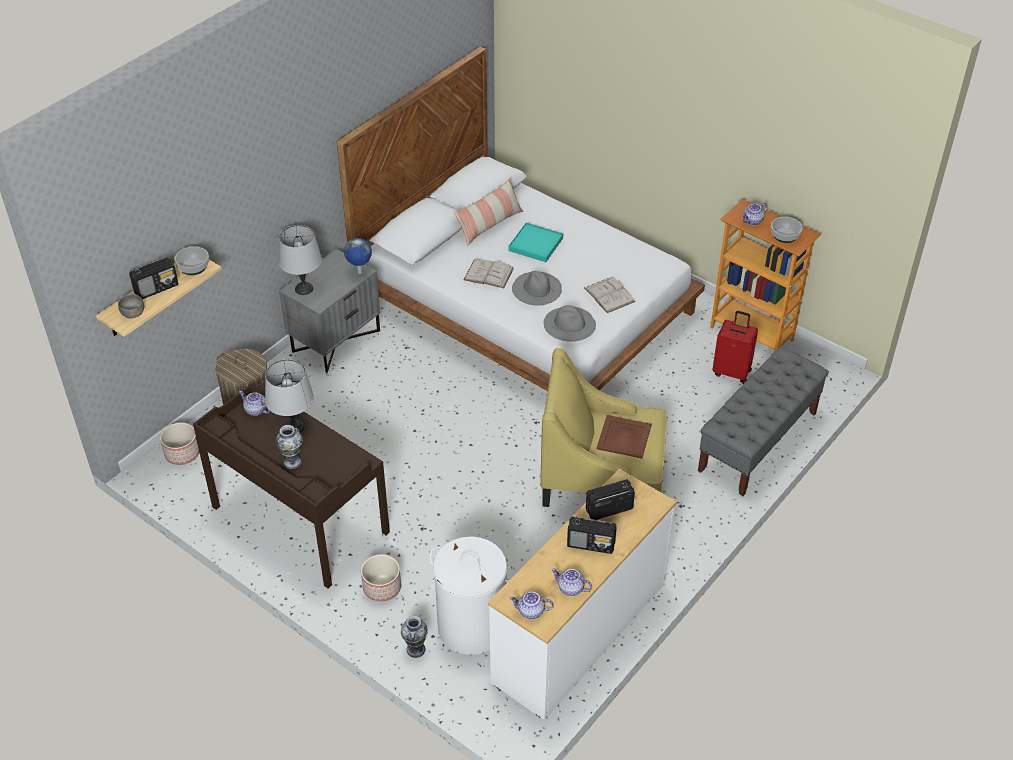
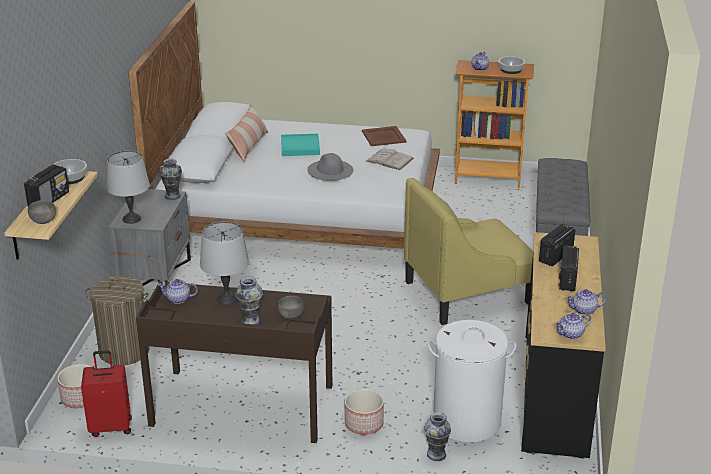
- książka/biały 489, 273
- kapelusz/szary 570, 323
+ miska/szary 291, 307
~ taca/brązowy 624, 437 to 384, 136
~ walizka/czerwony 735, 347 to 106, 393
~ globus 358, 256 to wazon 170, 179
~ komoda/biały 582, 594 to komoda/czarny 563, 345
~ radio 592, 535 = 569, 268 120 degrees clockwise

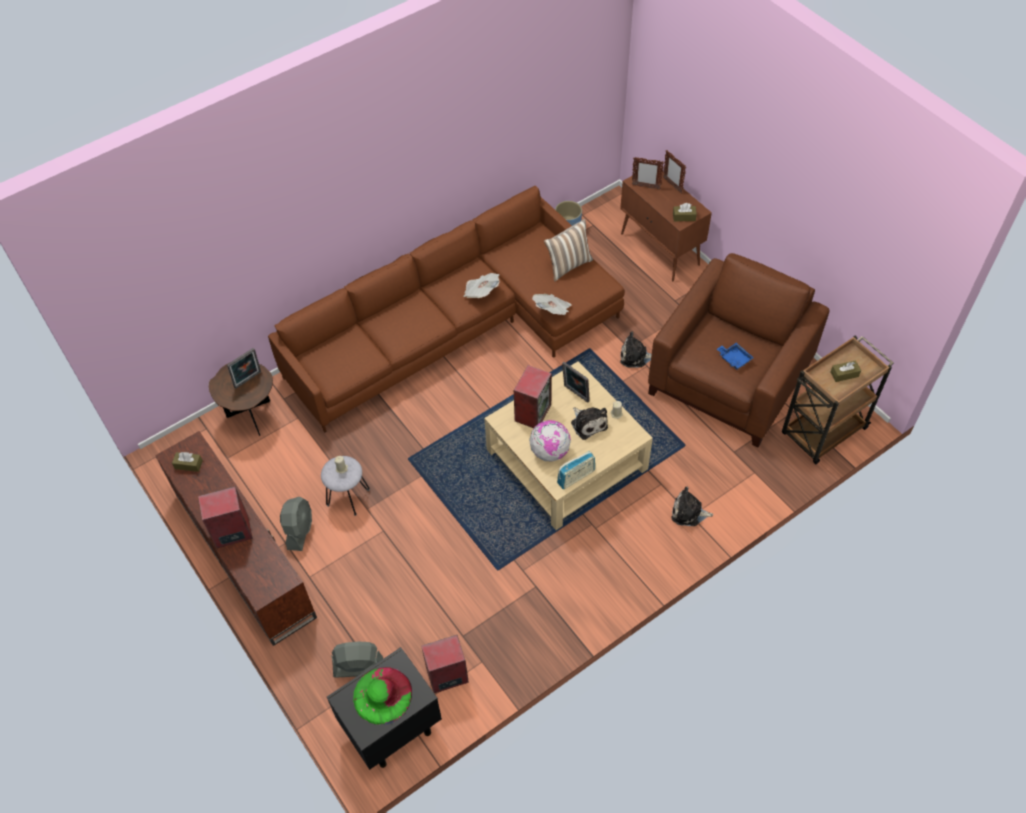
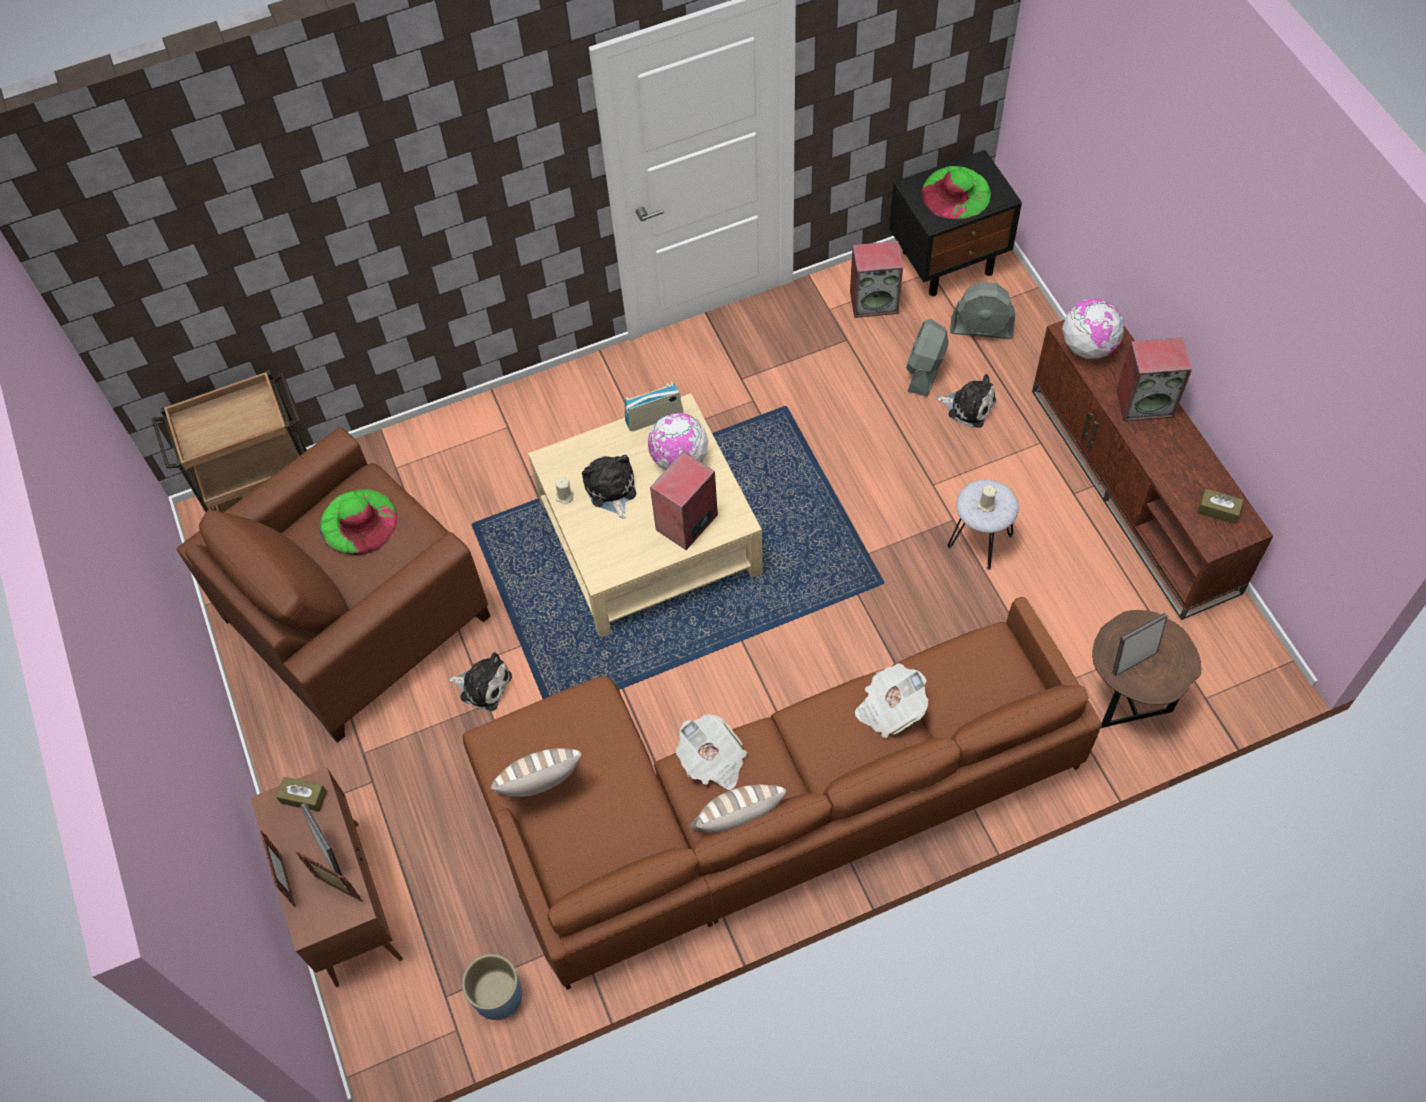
- pudełko chusteczek/brązowy 846, 371
+ poduszka 737, 809
+ globus 1093, 329
~ wentylator/szary 296, 524 to 927, 357
~ gazeta 552, 304 to 891, 701
~ ramka na zdjęcie 576, 382 to 322, 839
~ pluszak 692, 506 to 966, 401
~ taca/niebieski 735, 356 to kapelusz/zielony 358, 522

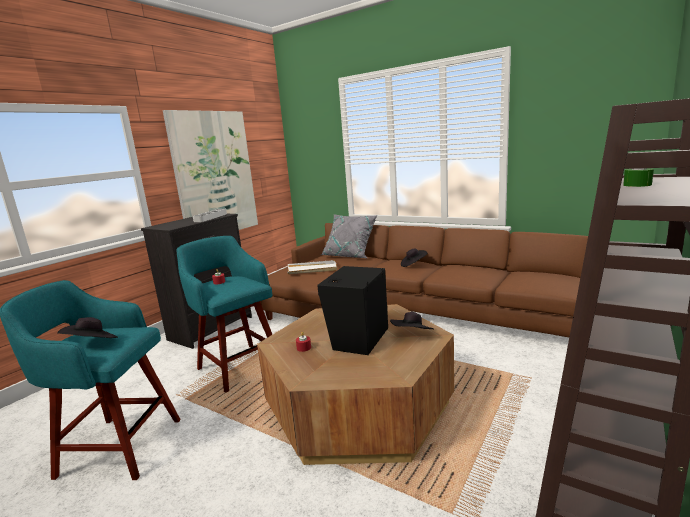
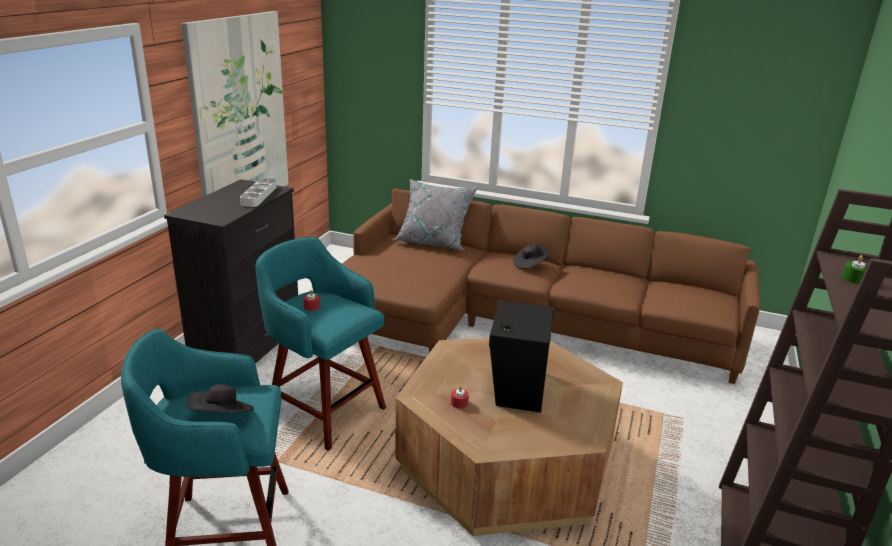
- taca/biały 312, 267
- kapelusz/czarny 412, 320

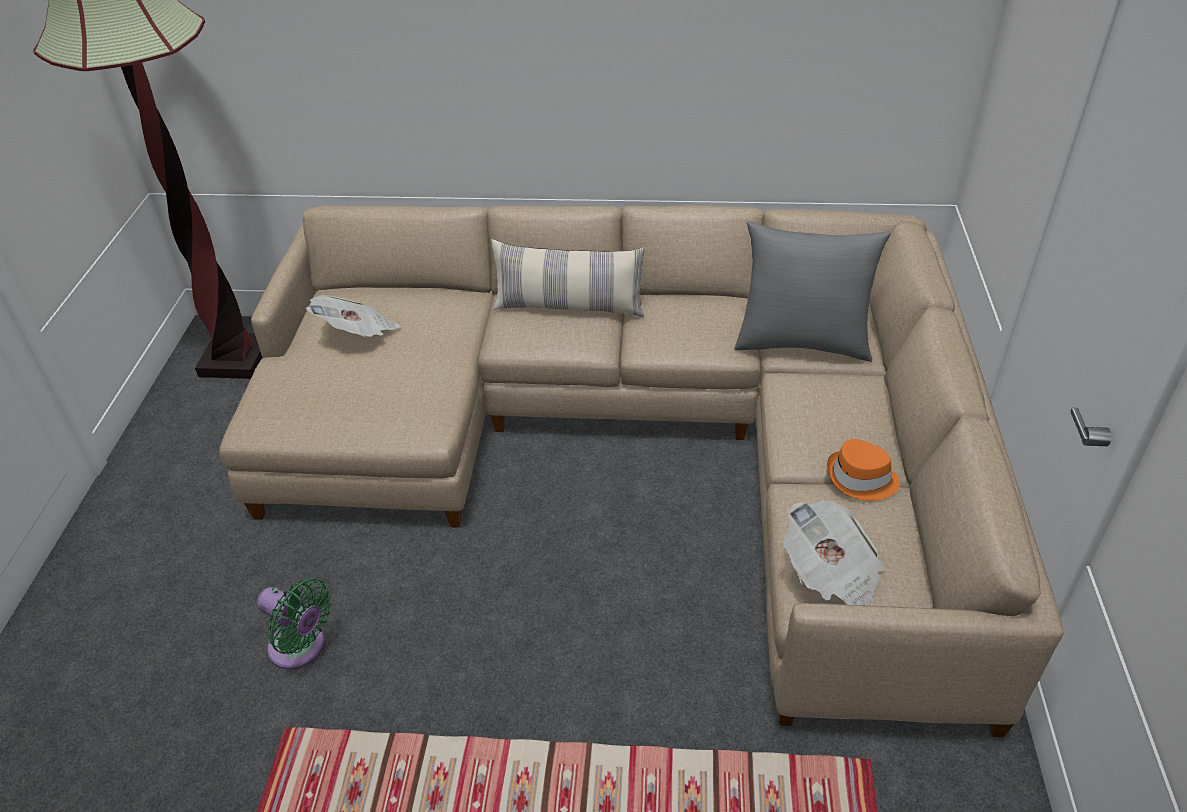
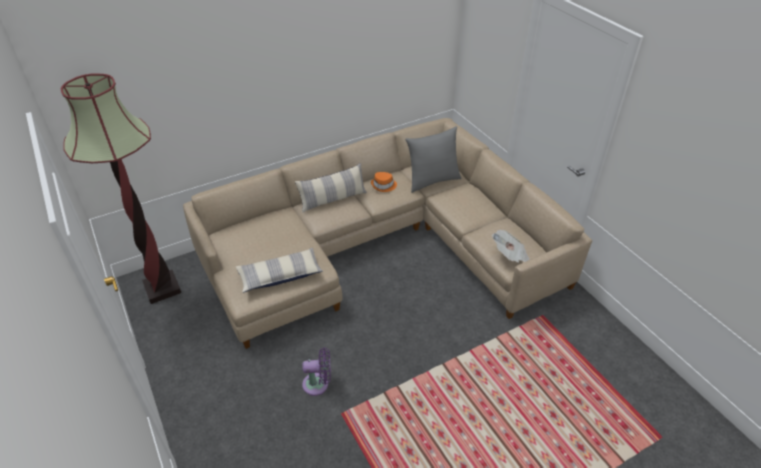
- gazeta 353, 316
+ poduszka 279, 270
~ kapelusz/pomarańczowy 863, 470 to 384, 182
~ wentylator/zielony 294, 624 to wentylator/fioletowy 316, 371

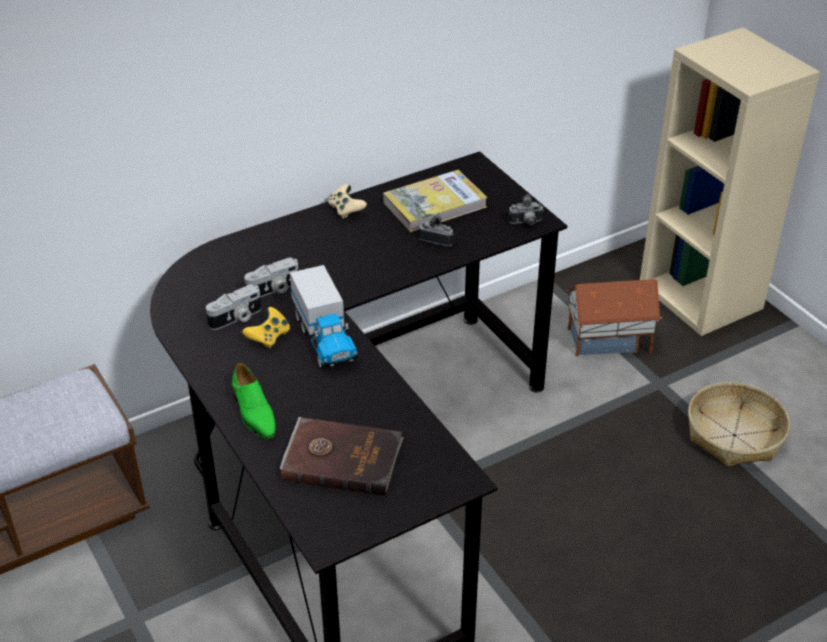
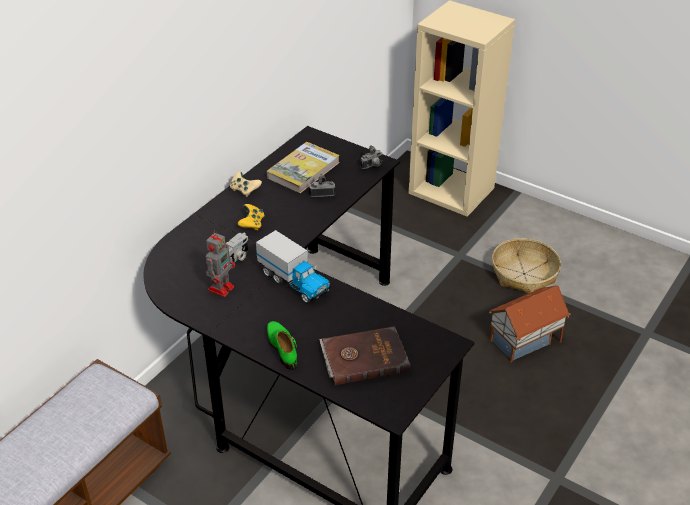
~ pad do gier/żółty 266, 328 to 250, 217
~ domek 614, 317 to 530, 324
~ aparat fotograficzny 233, 307 to robot zabawkowy 220, 263
~ but/zielony 254, 401 = 282, 345 150 degrees counterclockwise

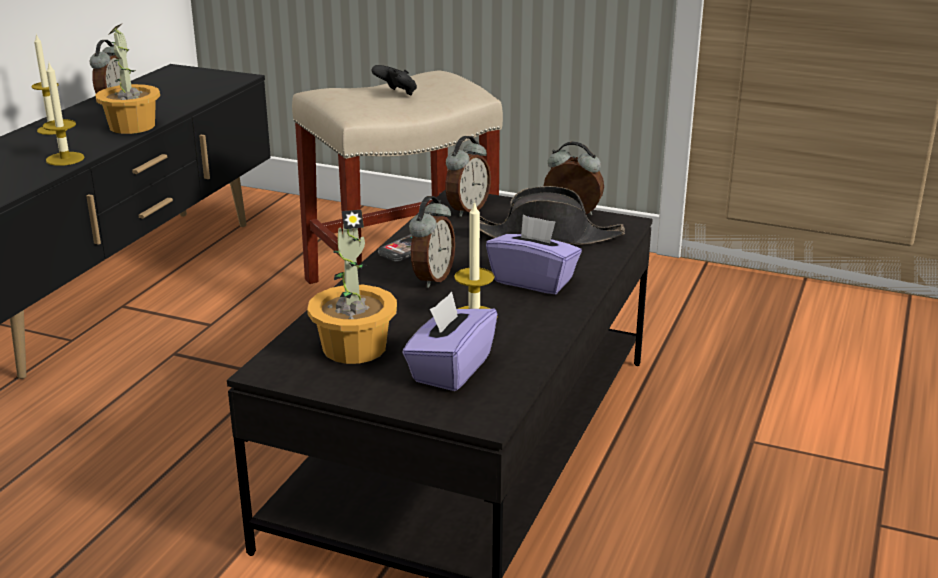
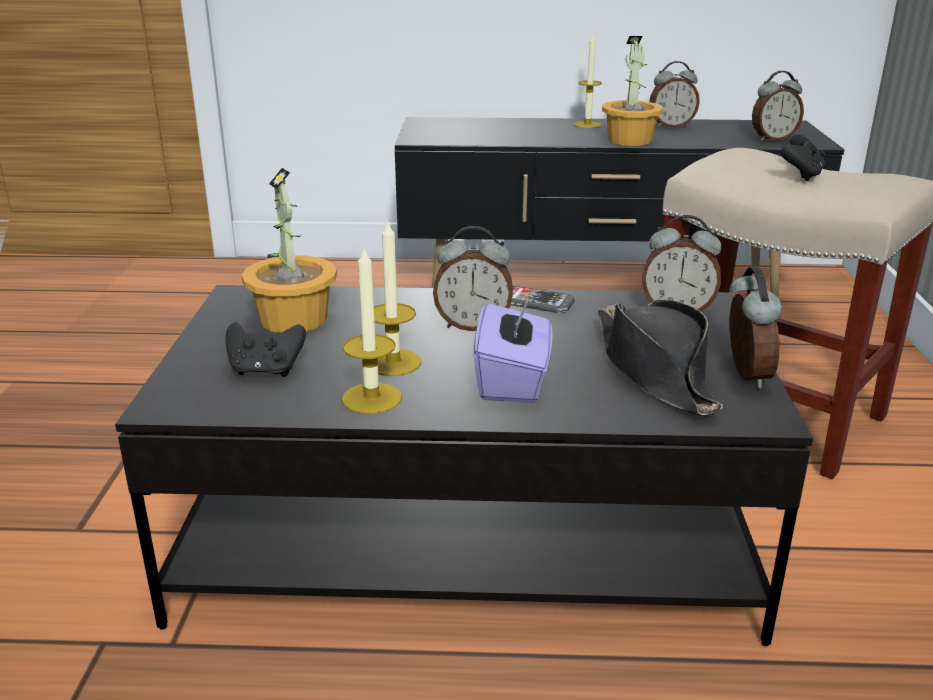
+ budzik 778, 106
~ świeca 64, 114 to 372, 329
~ pudełko chusteczek/fioletowy 449, 341 to pad do gier/czarny 266, 349

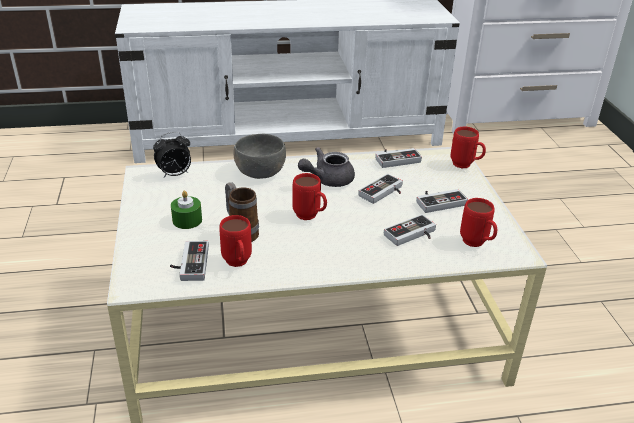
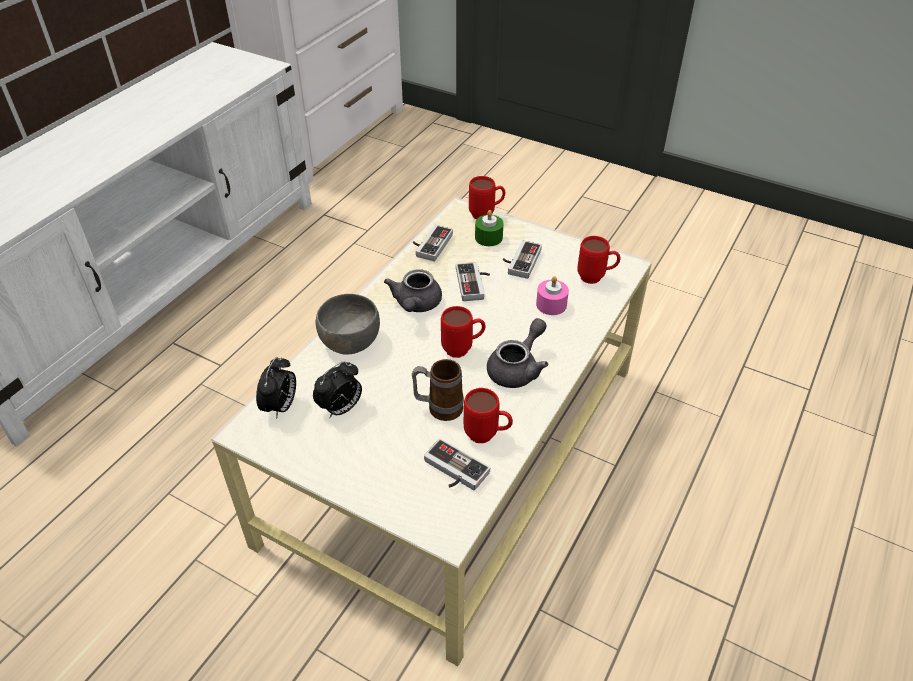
+ budzik 337, 389
+ imbryk/szary 517, 353
~ świeca/zielony 186, 210 to 489, 228
~ pad do gier 410, 230 to świeca/różowy 552, 295

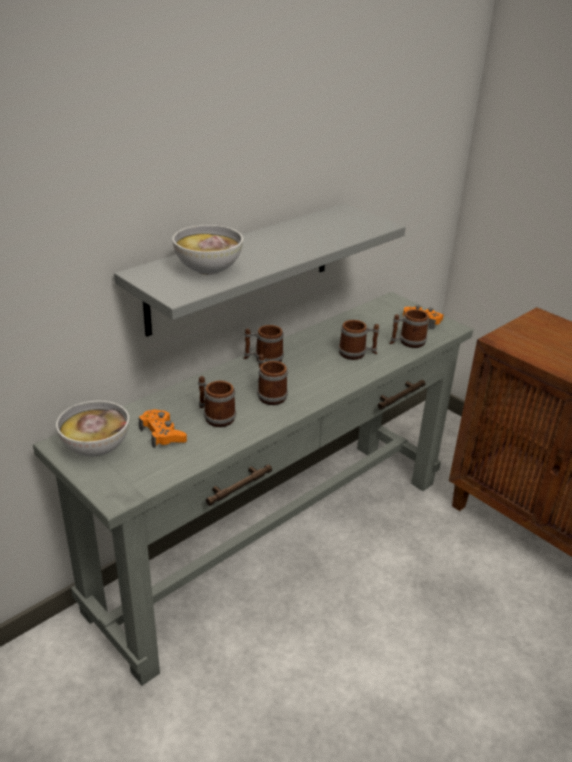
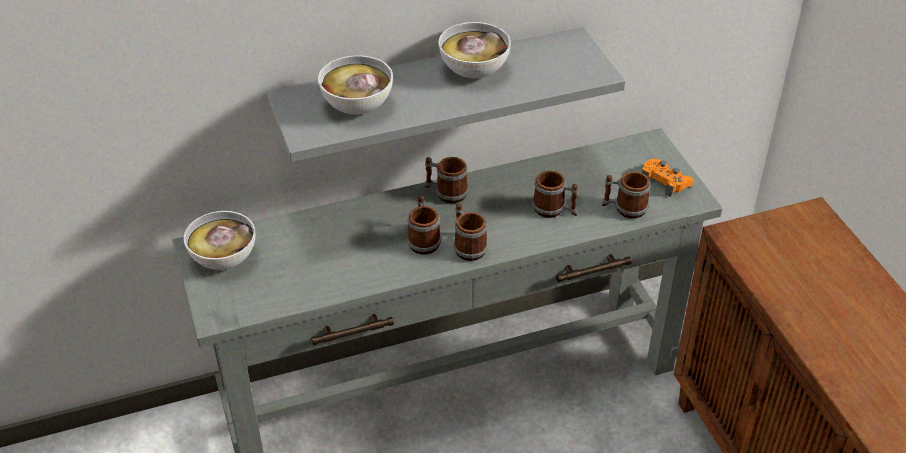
- pad do gier/pomarańczowy 163, 429
+ miska 475, 50
~ kubek 217, 401 to 471, 232

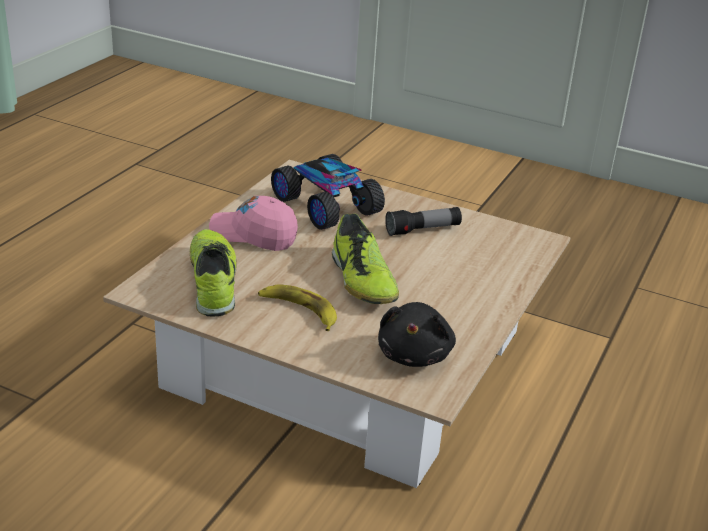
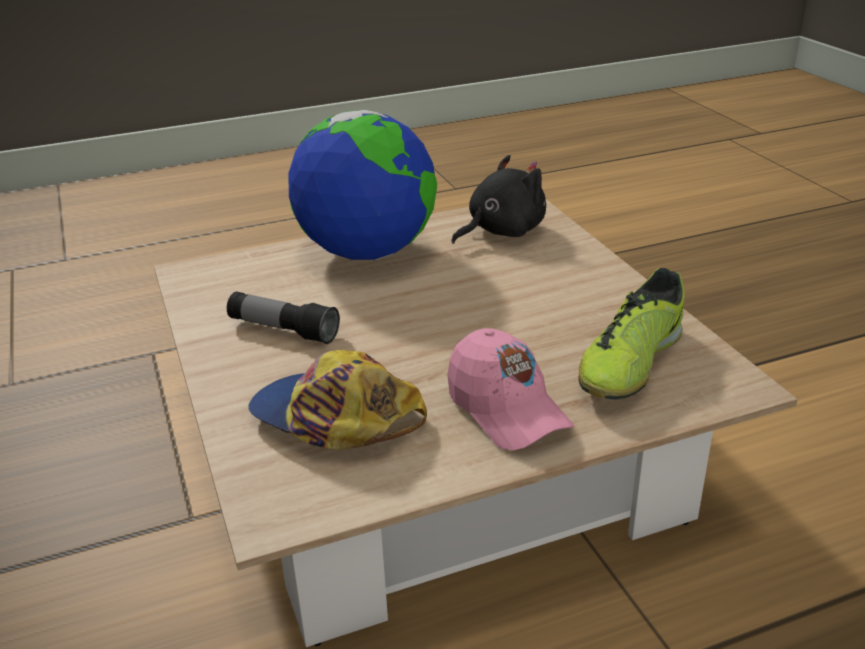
- banan 297, 307
- but 365, 259
+ globus 363, 185
~ samochodzik 328, 192 to czapka z daszkiem 337, 400

